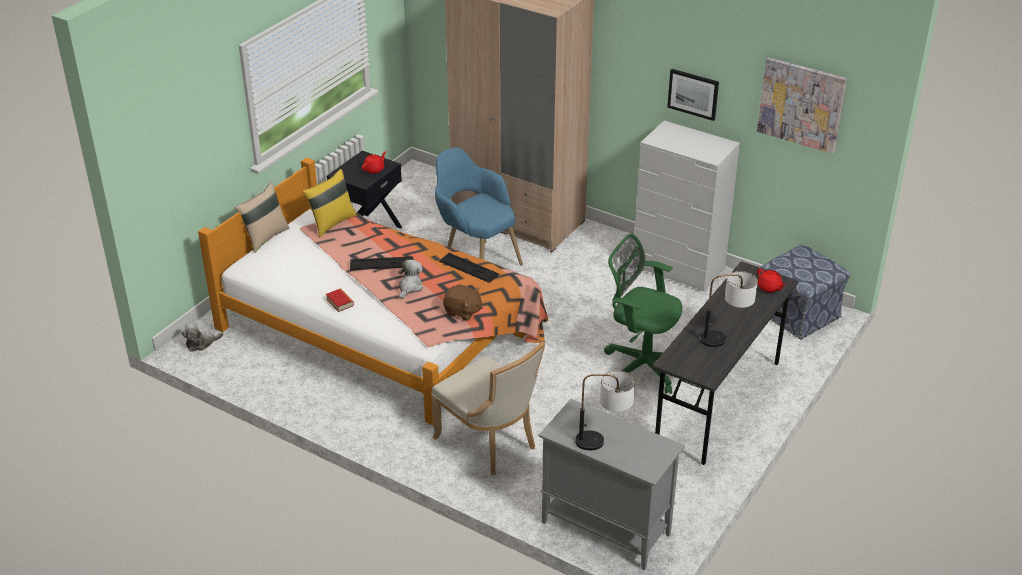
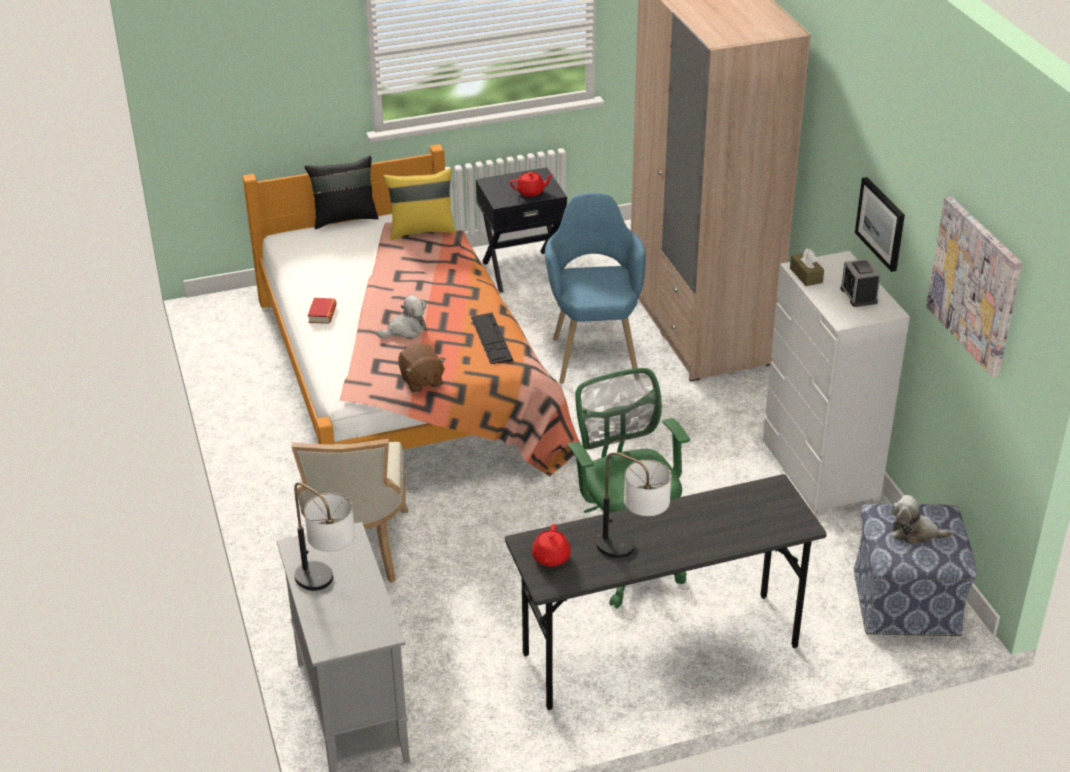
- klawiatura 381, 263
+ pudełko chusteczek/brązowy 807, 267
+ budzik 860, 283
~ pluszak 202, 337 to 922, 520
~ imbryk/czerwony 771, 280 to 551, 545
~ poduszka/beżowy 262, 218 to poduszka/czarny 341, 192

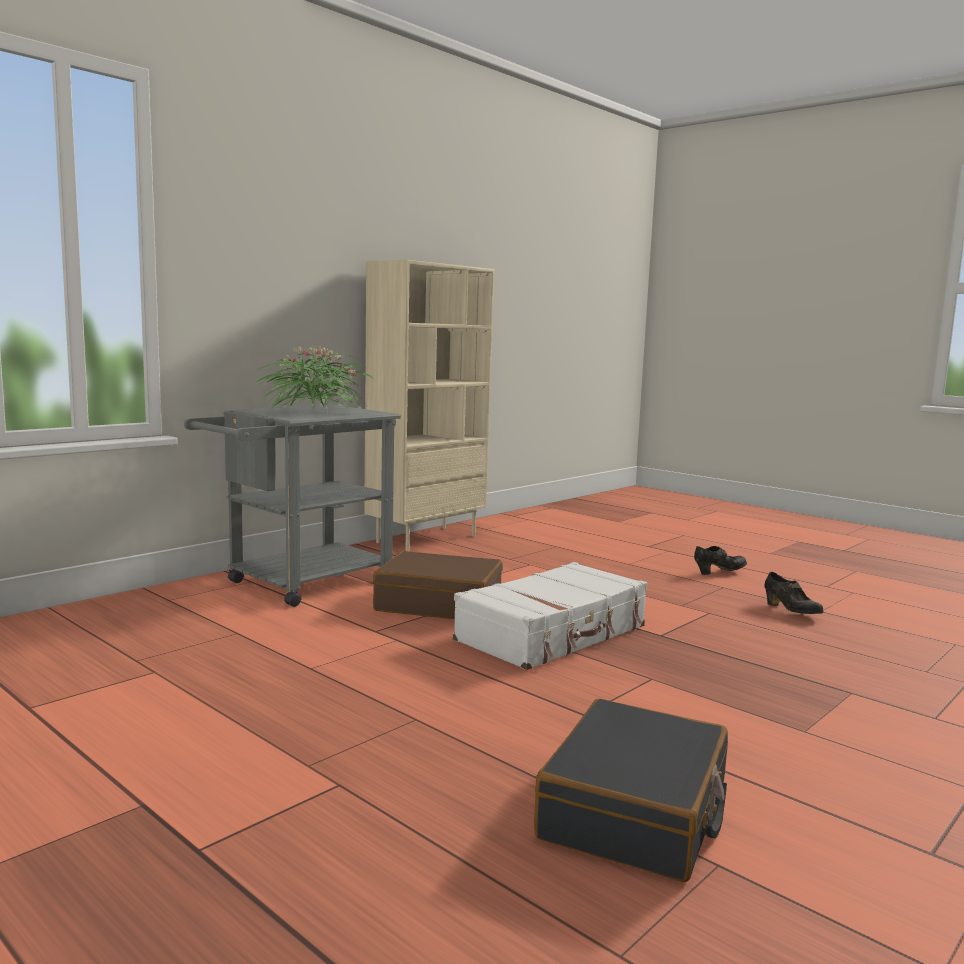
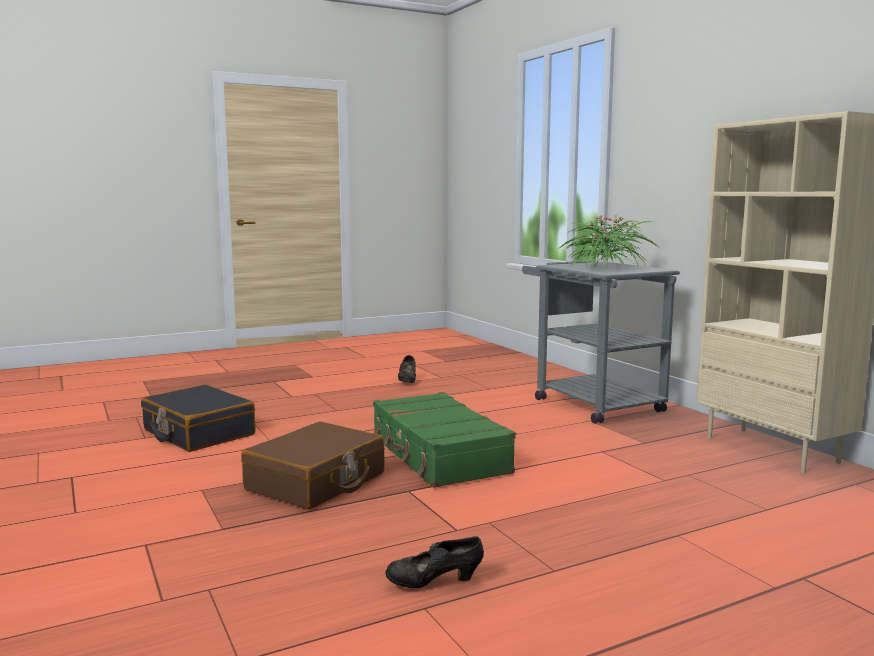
~ walizka/brązowy 438, 585 to 313, 465
~ but/czarny 720, 560 to 407, 369
~ walizka/biały 550, 616 to walizka/zielony 444, 440

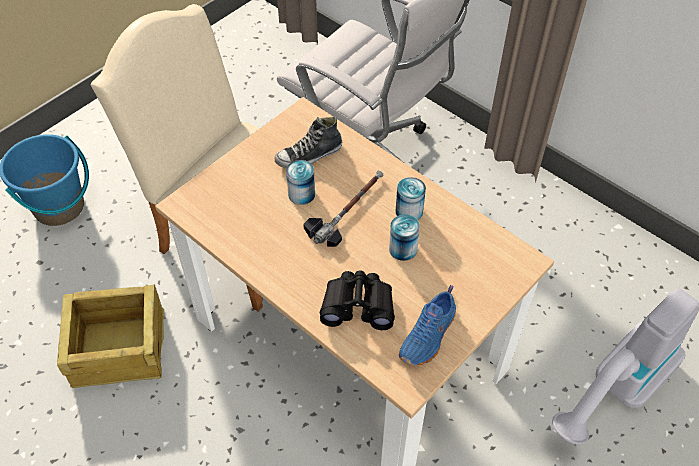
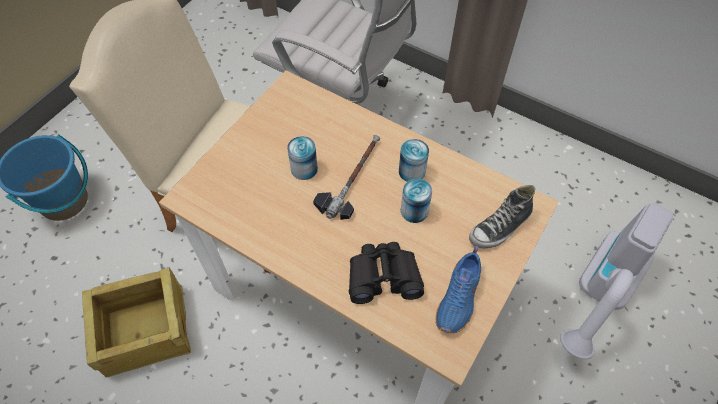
~ but 308, 142 to 502, 216

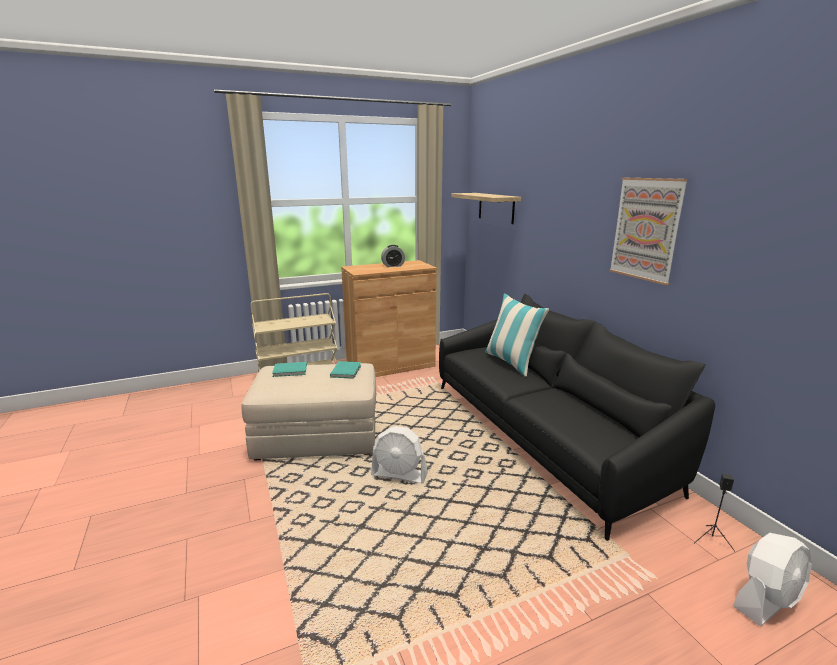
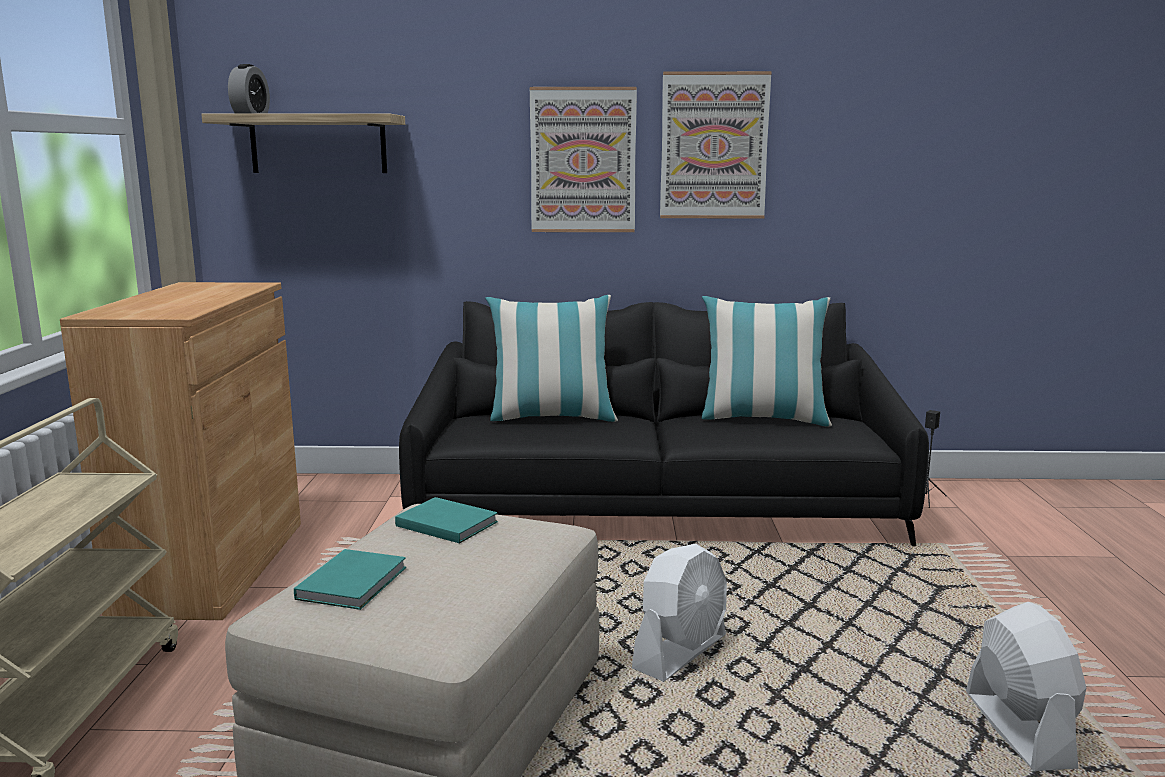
+ obraz 583, 159
+ poduszka 767, 361
~ budzik 393, 256 to 249, 89
~ wentylator/biały 772, 580 to 1026, 686

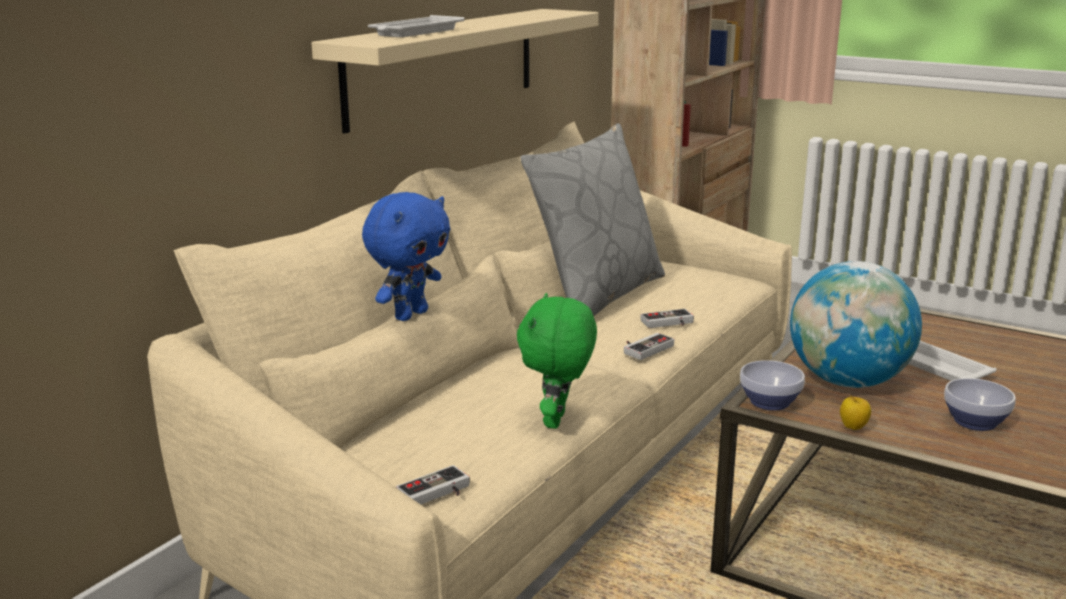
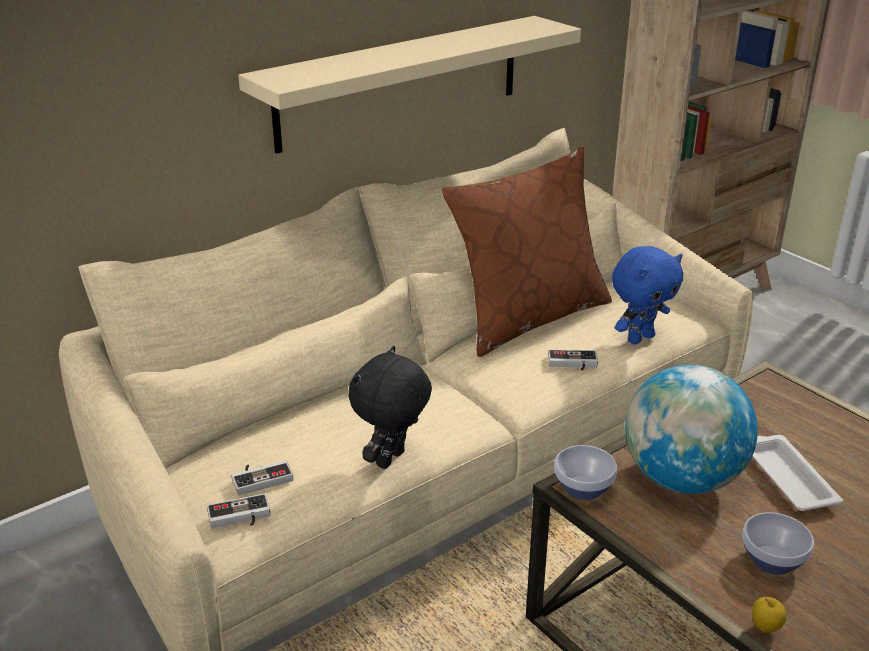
- taca/biały 416, 26
~ pluszak/niebieski 406, 256 to 647, 295
~ pad do gier 649, 346 to 262, 477
~ jabłko 855, 412 to 769, 615
~ pluszak/zielony 557, 361 to pluszak/czarny 390, 407
~ poduszka/szary 592, 219 to poduszka/brązowy 527, 252

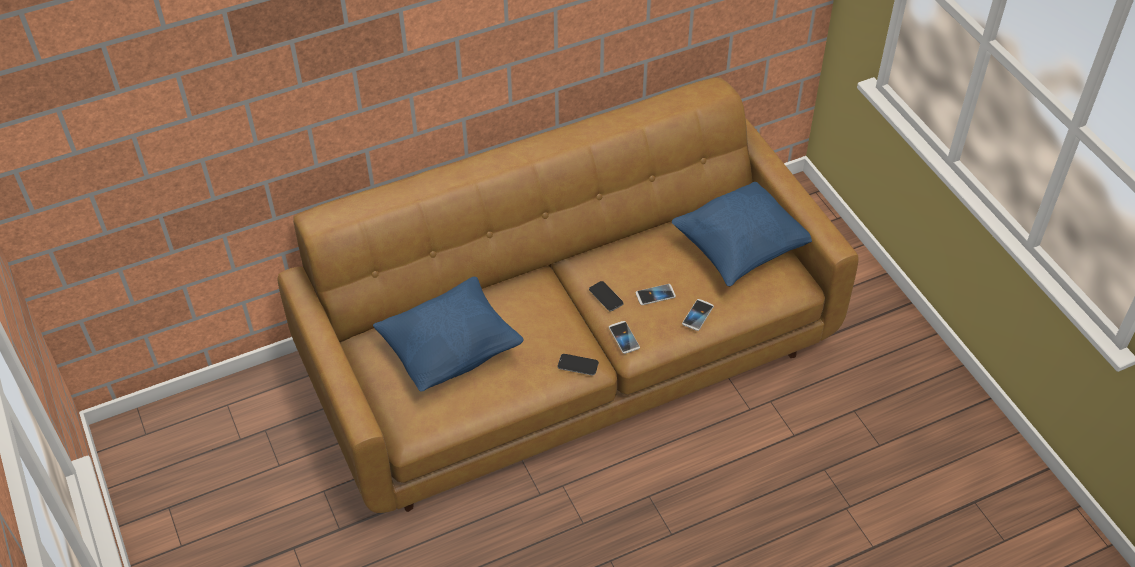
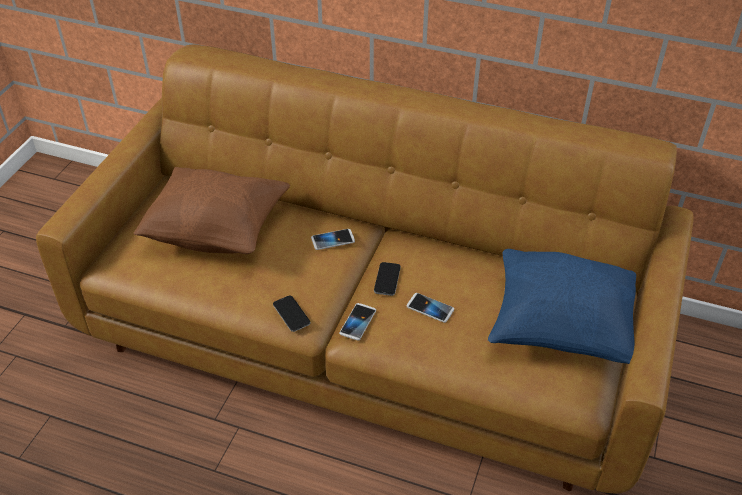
~ telefon 698, 315 to 333, 239
~ poduszka/niebieski 448, 334 to poduszka/brązowy 212, 210

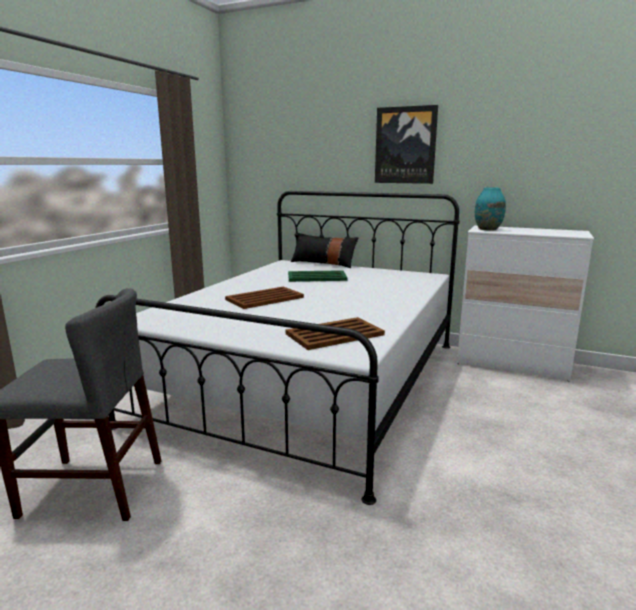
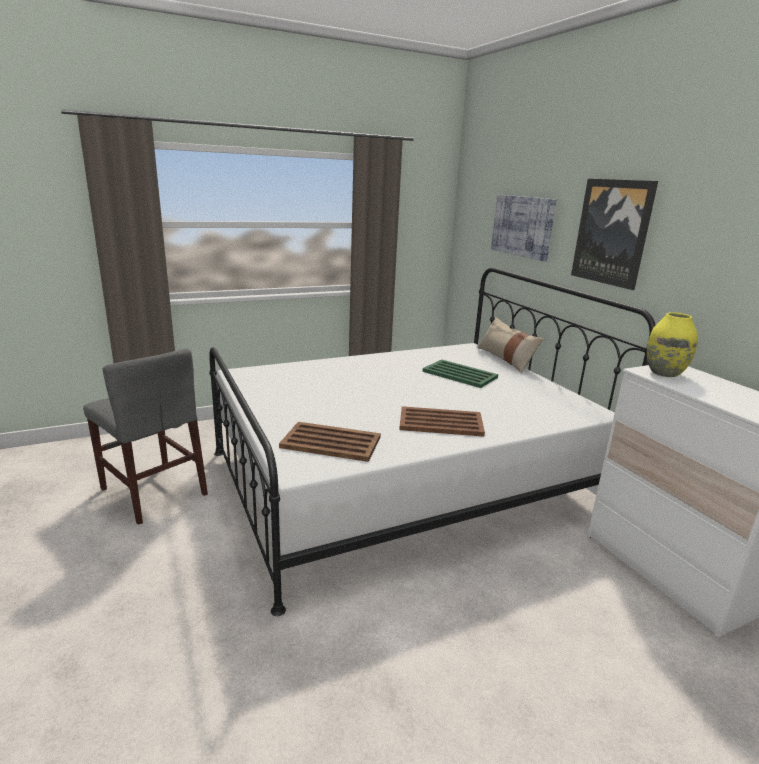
+ obraz 523, 228
~ taca/brązowy 264, 298 to 442, 421
~ poduszka/czarny 325, 250 to poduszka/beżowy 510, 345
~ wazon/turkusowy 490, 209 to wazon/żółty 672, 344

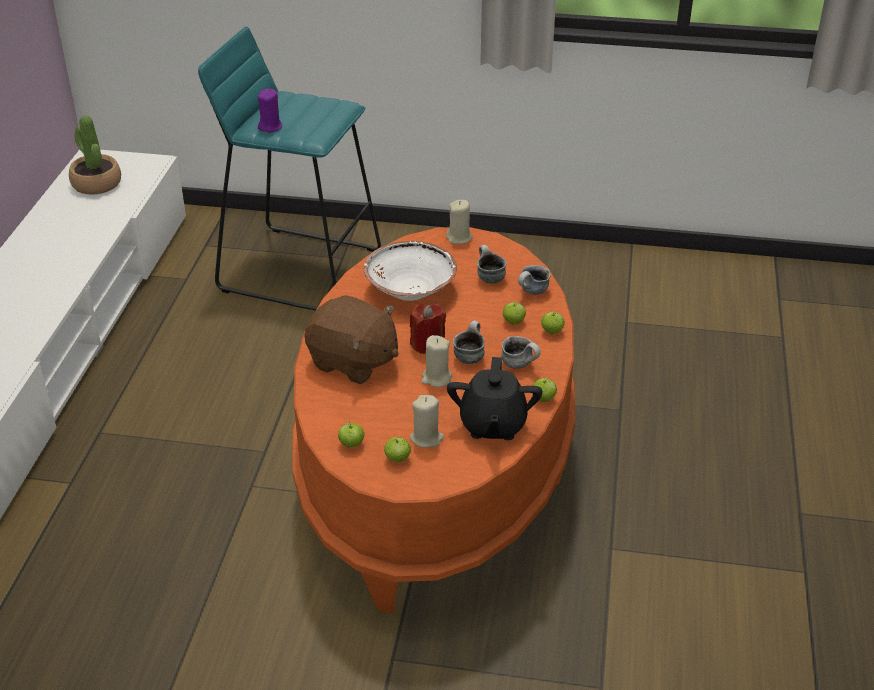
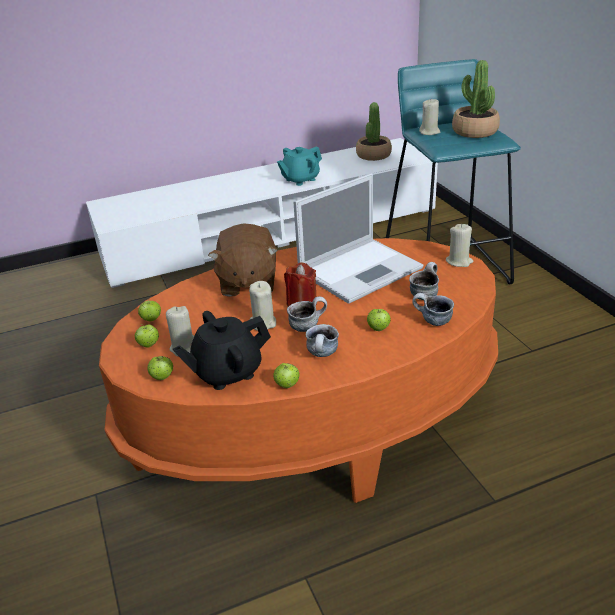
+ imbryk/turkusowy 299, 166
+ roślina doniczkowa 476, 99
~ jabłko 553, 323 to 160, 368
~ miska/biały 410, 271 to laptop 358, 238
~ świeca/fioletowy 270, 111 to świeca/beżowy 429, 116

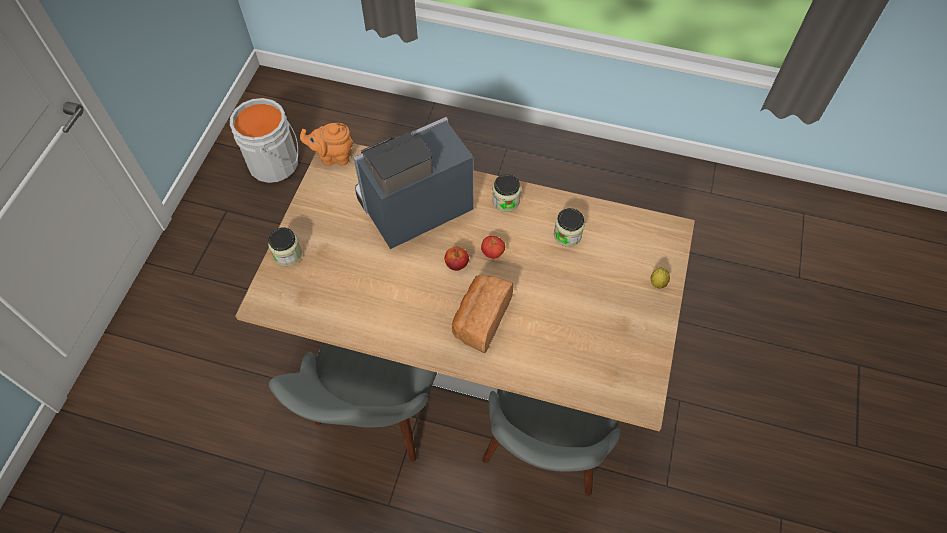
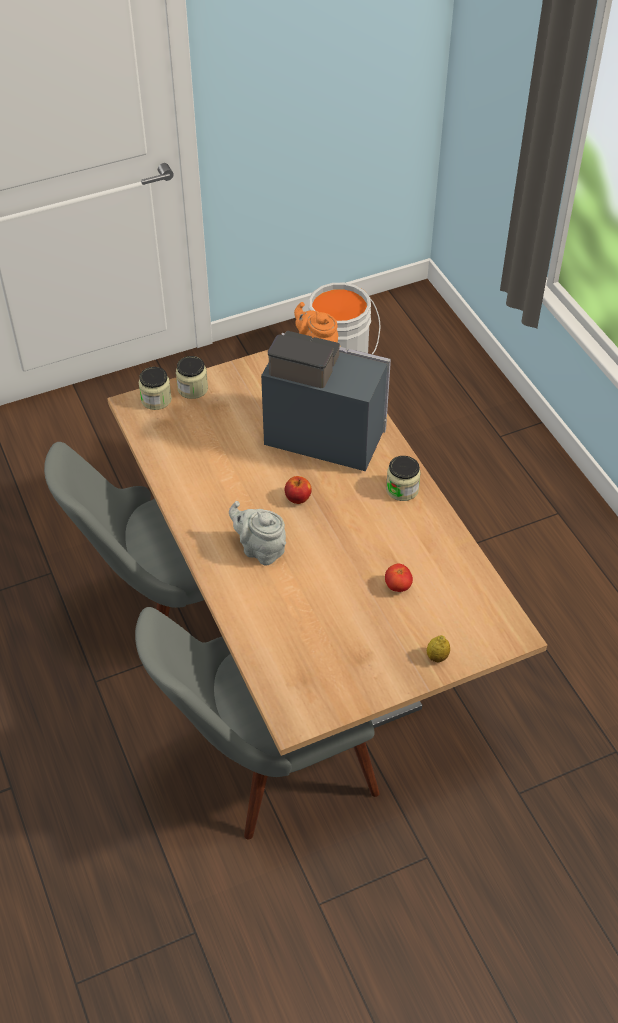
~ pomidor 493, 247 to 399, 578
~ słoik 569, 227 to 155, 388
~ chleb 483, 313 to imbryk/szary 257, 533

